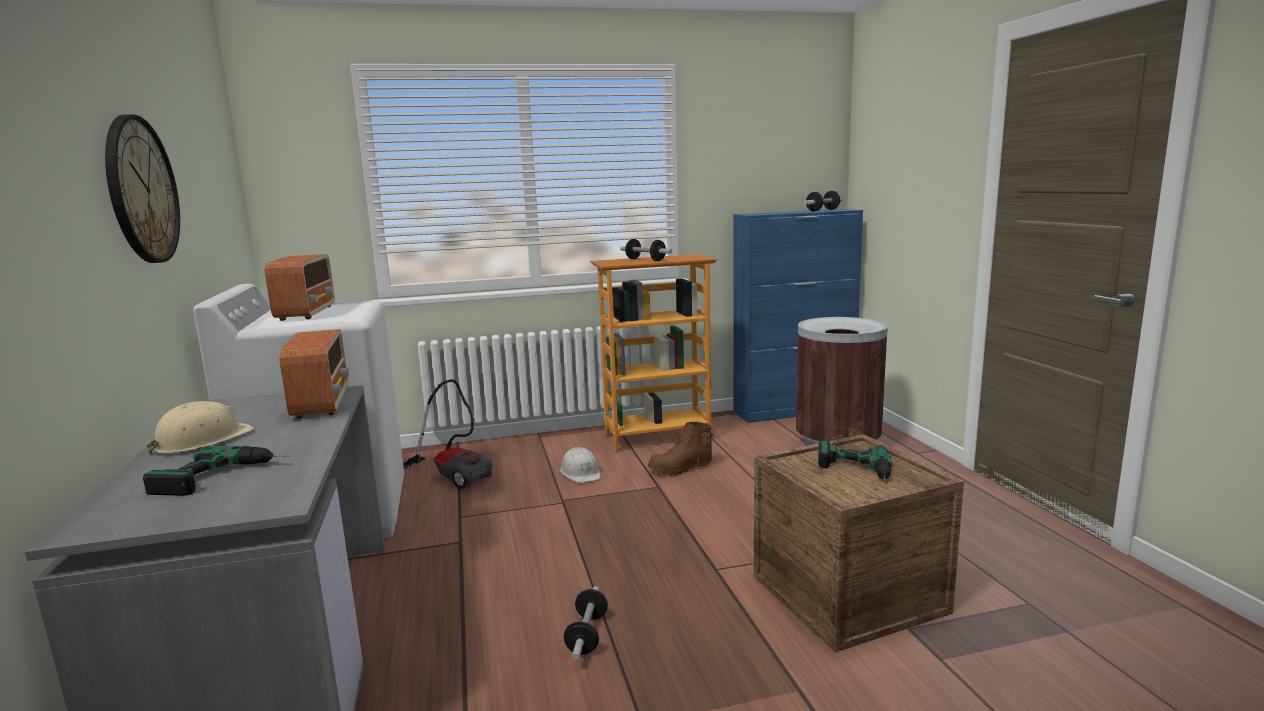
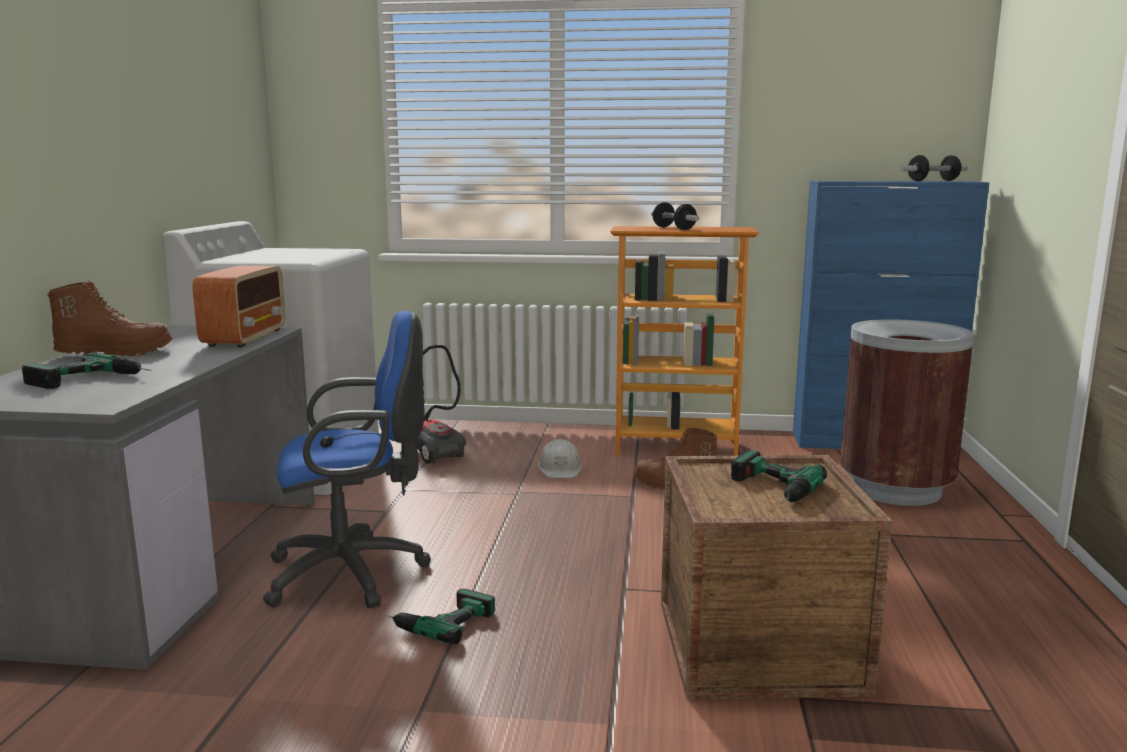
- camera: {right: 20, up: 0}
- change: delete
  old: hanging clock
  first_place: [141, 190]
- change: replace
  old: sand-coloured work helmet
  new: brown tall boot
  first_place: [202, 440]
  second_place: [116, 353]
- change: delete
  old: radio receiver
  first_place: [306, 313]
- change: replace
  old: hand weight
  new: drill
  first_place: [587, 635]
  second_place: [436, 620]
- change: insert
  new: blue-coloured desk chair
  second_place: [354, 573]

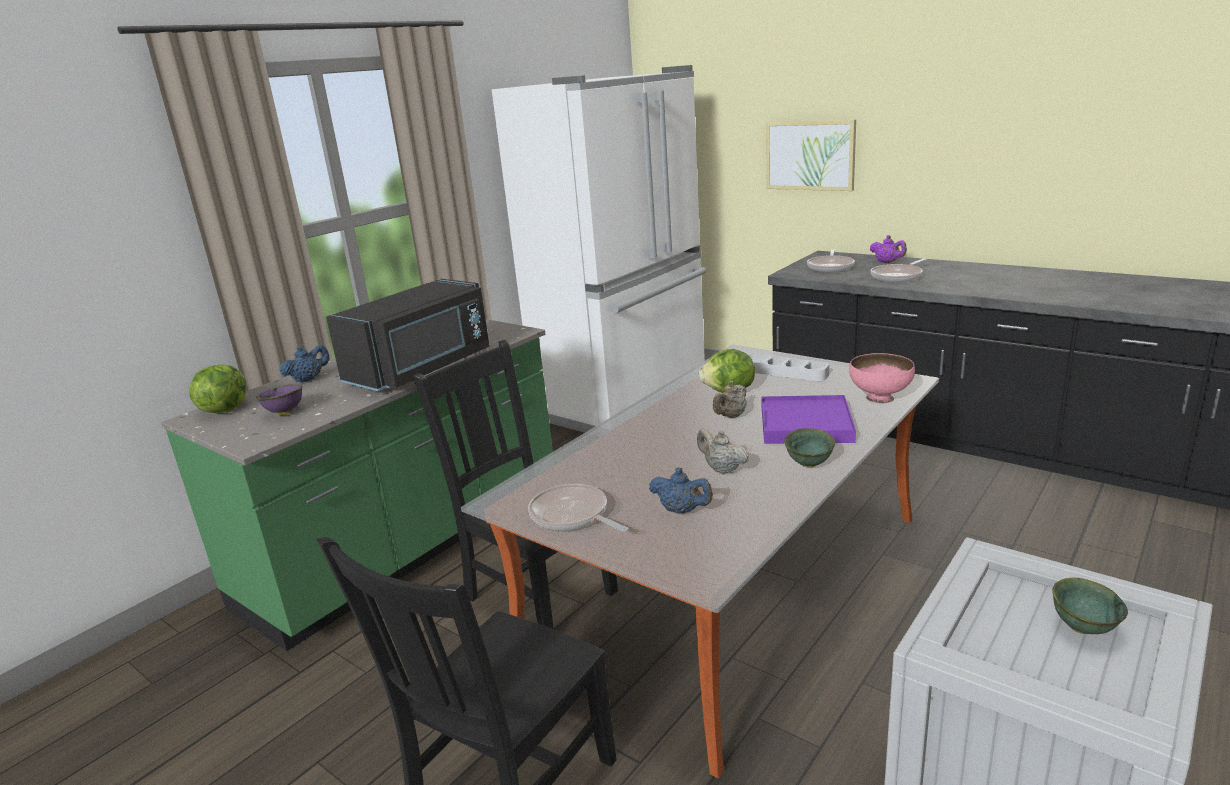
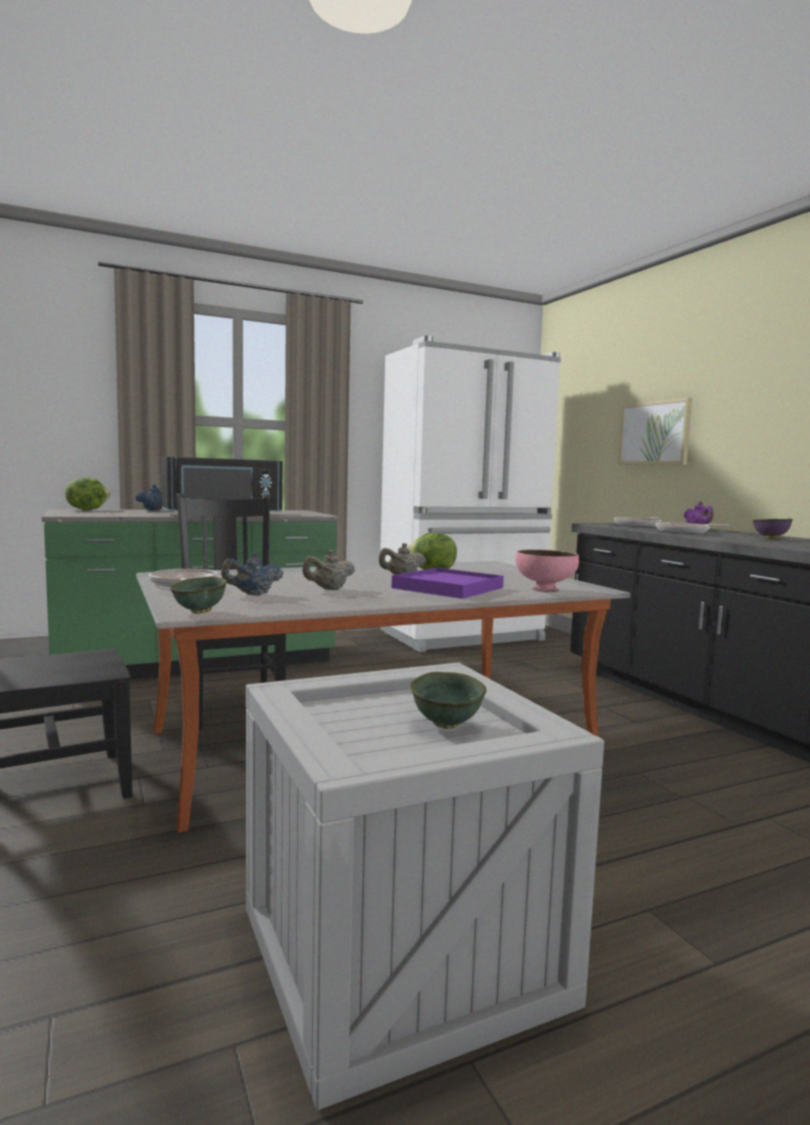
- camera: {right: 25, up: -15}
- change: move
  old: purple deep dish
  first_place: [284, 413]
  second_place: [770, 539]
- change: rotate
  old: blue-coloured pot for tea
  first_place: [682, 510]
  second_place: [252, 594]
  degrees: 105
- change: rotate
  old: sand-coloured pot for tea
  first_place: [722, 469]
  second_place: [329, 589]
  degrees: -105
- change: delete
  old: gray carrying tray
  first_place: [785, 372]
- change: move
  old: green deep dish
  first_place: [810, 464]
  second_place: [200, 612]

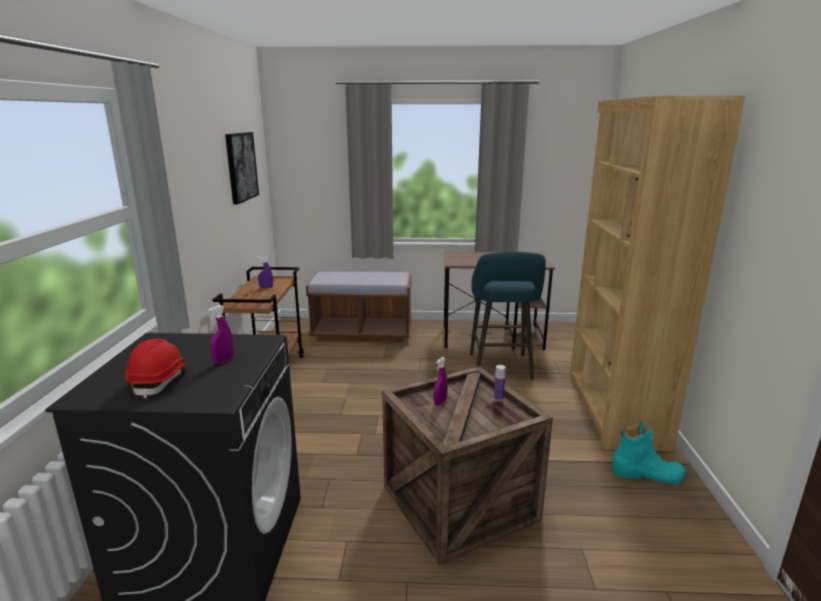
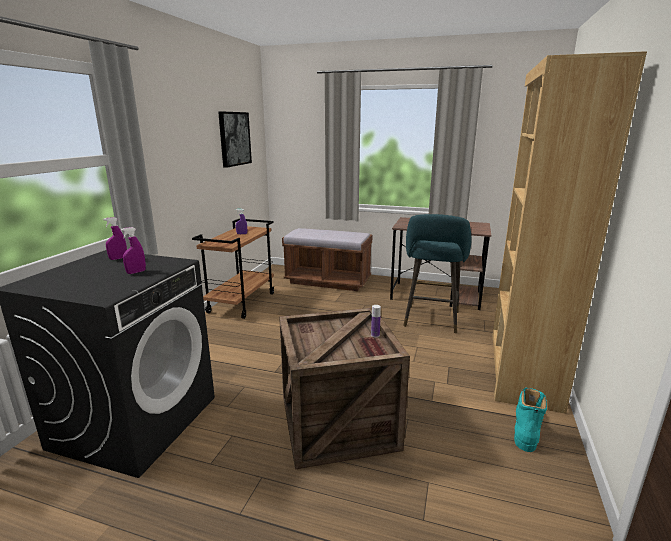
- camera: {right: 15, up: 0}
- change: delete
  old: red work helmet
  first_place: [160, 380]
- change: move
  old: purple spray bottle
  first_place: [440, 402]
  second_place: [118, 258]
- change: rotate
  old: turquoise tall boot
  first_place: [646, 474]
  second_place: [526, 429]
  degrees: -90

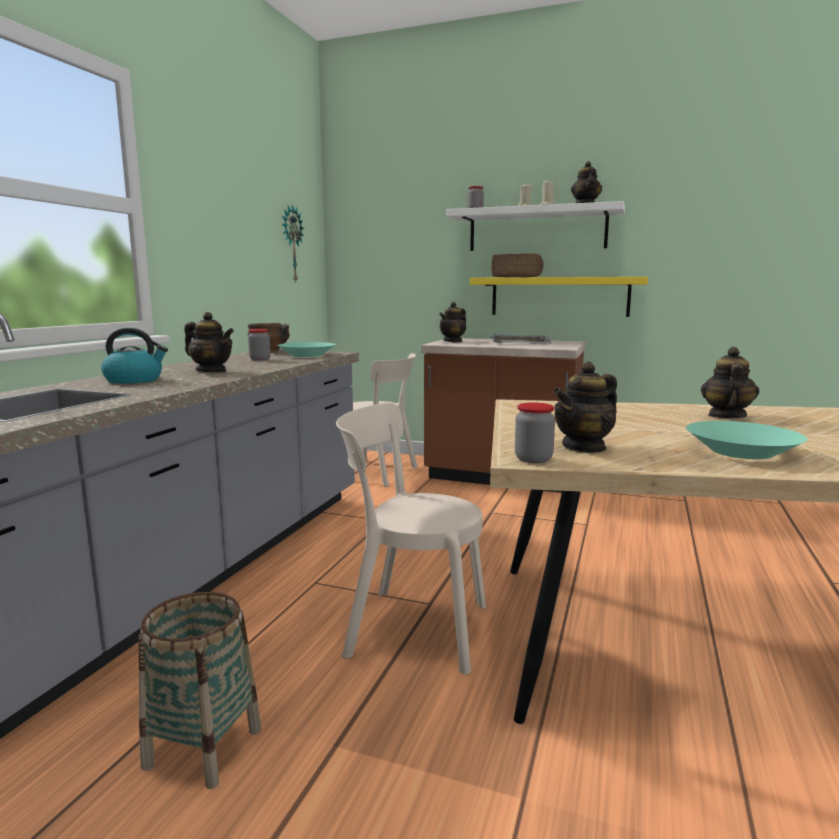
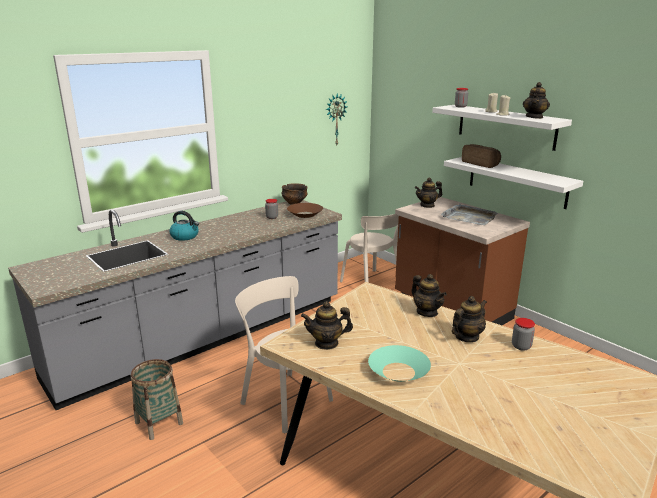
- camera: {right: 30, up: 10}
- change: move
  old: pot for tea
  first_place: [211, 371]
  second_place: [427, 312]
- change: recolor
  old: turquoise deep dish
  new: brown deep dish
  first_place: [306, 355]
  second_place: [305, 214]
- change: recolor
  old: yellow bracket shelf
  new: white-coloured bracket shelf
  first_place: [559, 296]
  second_place: [517, 181]
- change: move
  old: storage jar
  first_place: [533, 459]
  second_place: [521, 346]

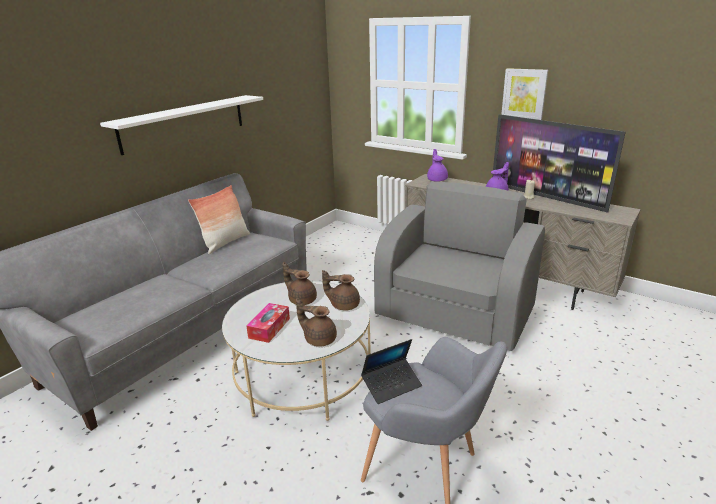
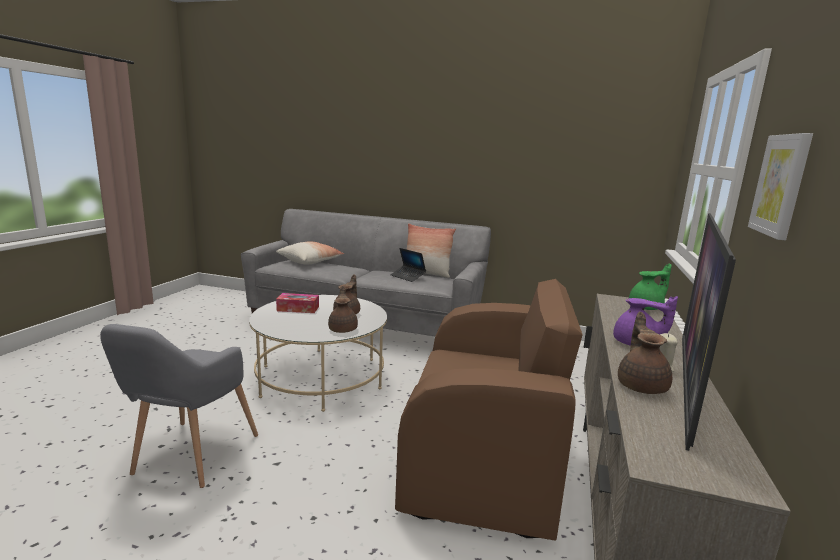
- camera: {right: 70, up: -10}
- change: delete
  old: white-coloured bracket shelf
  first_place: [184, 123]
- change: move
  old: brown pot for tea
  first_place: [319, 339]
  second_place: [641, 385]
- change: move
  old: laptop
  first_place: [391, 385]
  second_place: [408, 277]
- change: recolor
  old: gray lounge chair
  new: brown lounge chair
  first_place: [455, 312]
  second_place: [483, 460]
- change: recolor
  old: purple pot for tea
  new: green pot for tea
  first_place: [437, 179]
  second_place: [647, 307]
- change: insert
  new: throw pillow
  second_place: [310, 261]

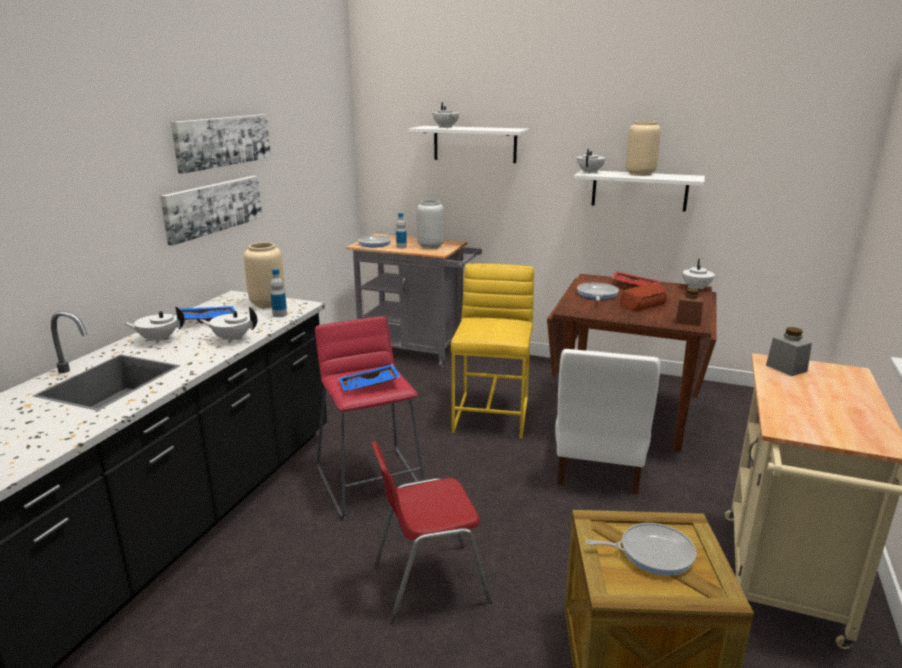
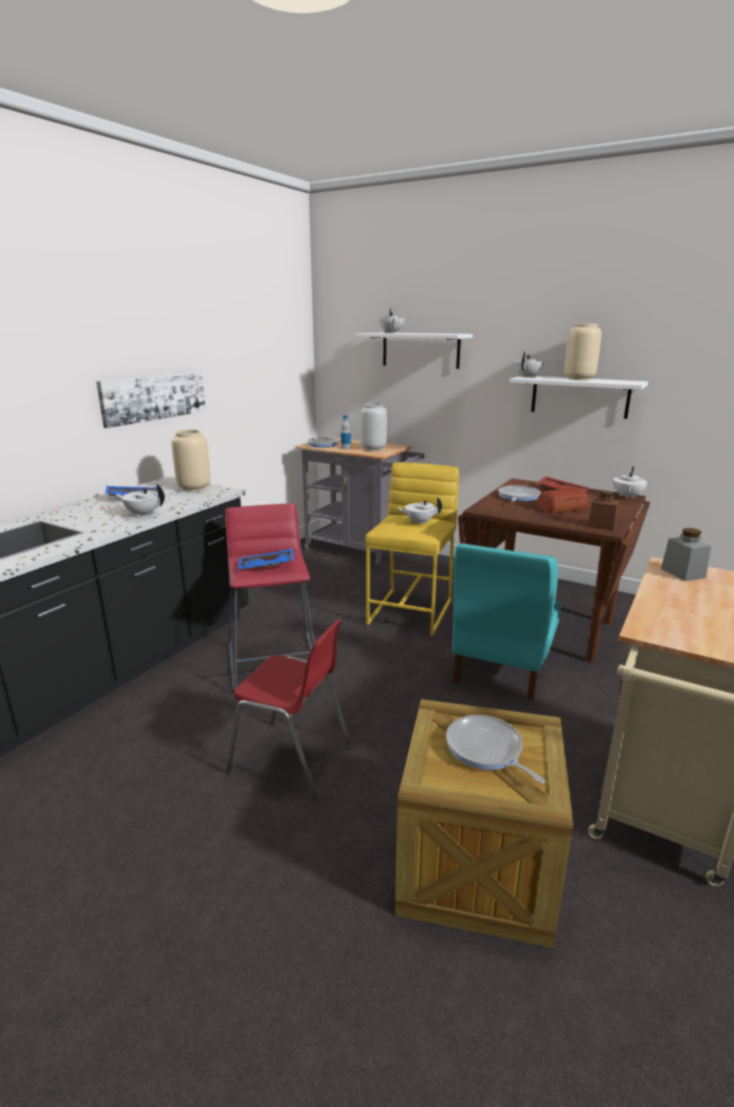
- camera: {right: 10, up: 0}
- change: move
  old: white-coloured pot for tea
  first_place: [158, 340]
  second_place: [419, 522]
- change: delete
  old: picture
  first_place: [223, 141]
- change: delete
  old: bottle
  first_place: [280, 314]
- change: rotate
  old: red plain chair
  first_place: [428, 583]
  second_place: [292, 760]
  degrees: -150
- change: recolor
  old: white-coloured plain chair
  new: turquoise plain chair
  first_place: [598, 465]
  second_place: [501, 668]
- change: rotate
  old: frying pan
  first_place: [652, 553]
  second_place: [486, 750]
  degrees: -135

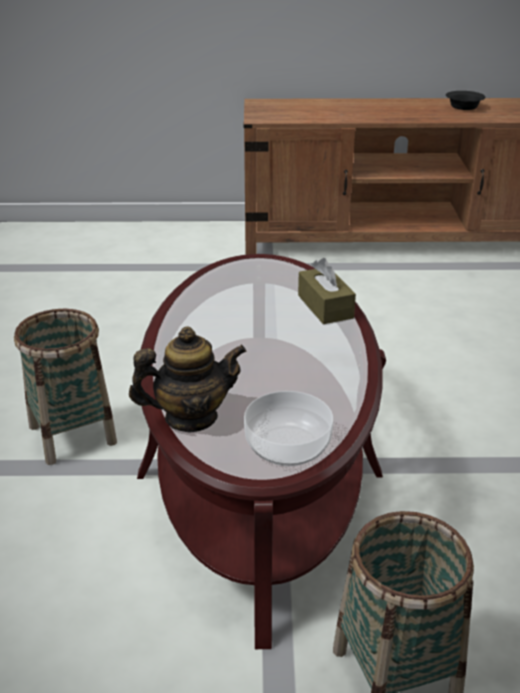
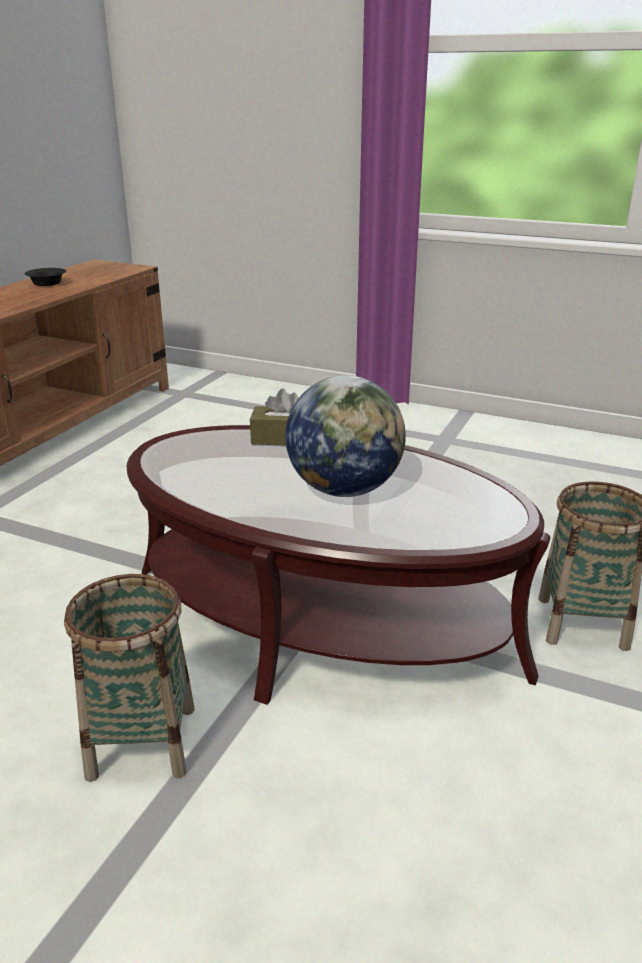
- camera: {right: -65, up: -5}
- change: delete
  old: pot for tea
  first_place: [190, 417]
- change: delete
  old: deep dish
  first_place: [287, 445]
- change: insert
  new: world globe
  second_place: [345, 489]

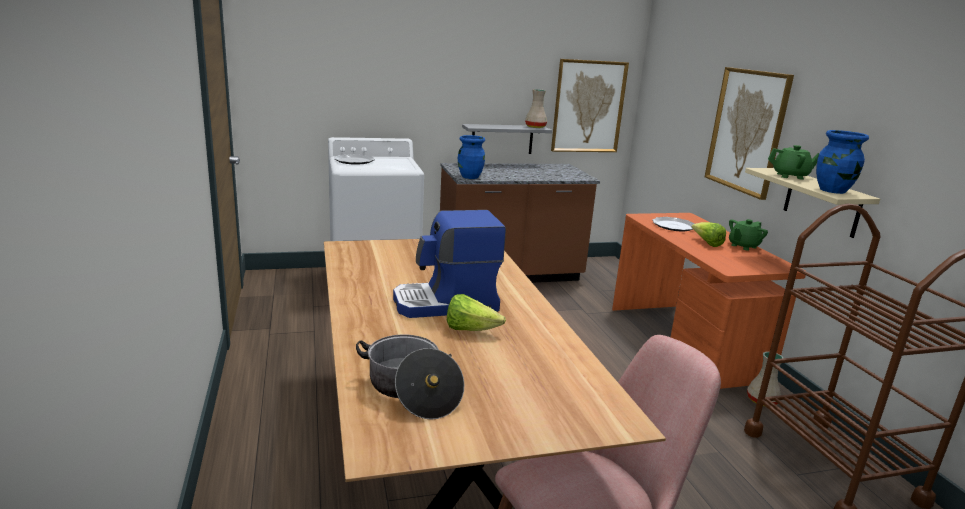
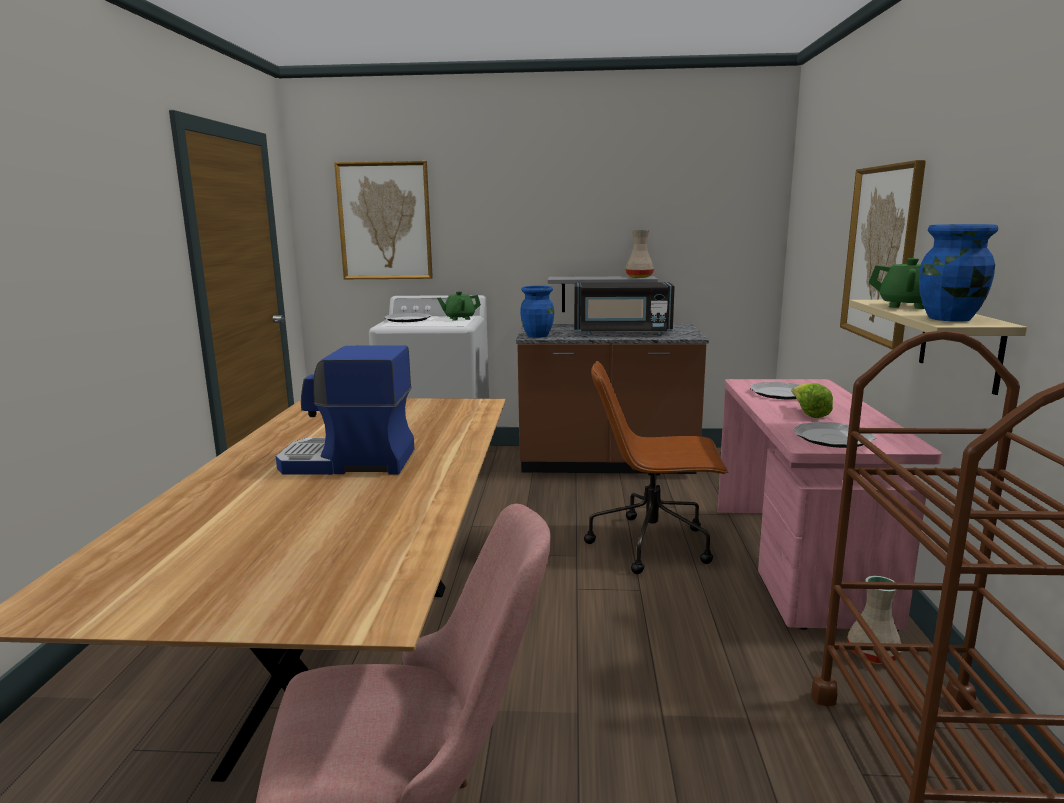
- camera: {right: 20, up: -5}
- change: delete
  old: stockpot
  first_place: [411, 391]
- change: delete
  old: head of lettuce
  first_place: [470, 330]
- change: move
  old: picture
  first_place: [588, 106]
  second_place: [385, 221]
- change: recolor
  old: orange desk unit
  new: pinkish desk unit
  first_place: [686, 343]
  second_place: [800, 562]
- change: move
  old: green pot for tea
  first_place: [743, 246]
  second_place: [459, 318]
- change: insert
  new: black microwave
  second_place: [622, 332]
- change: insert
  new: brown desk chair
  second_place: [653, 544]
- change: insert
  new: dinner plate
  second_place: [833, 438]

